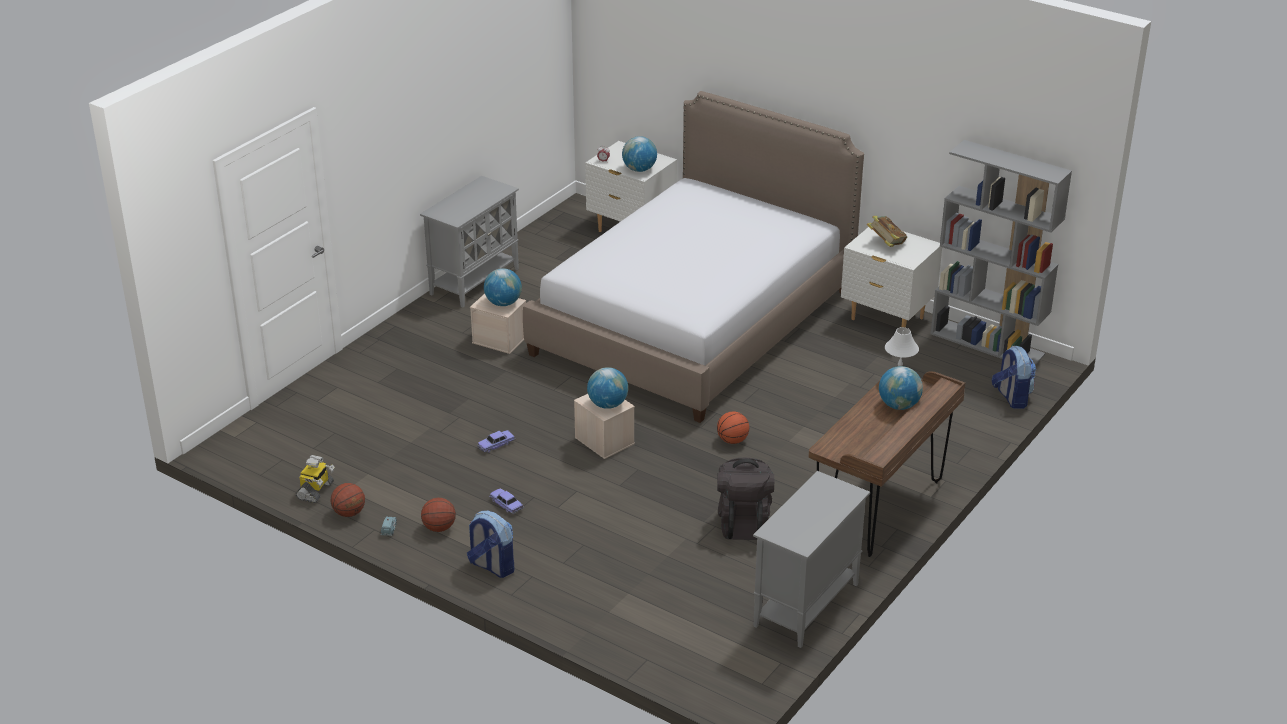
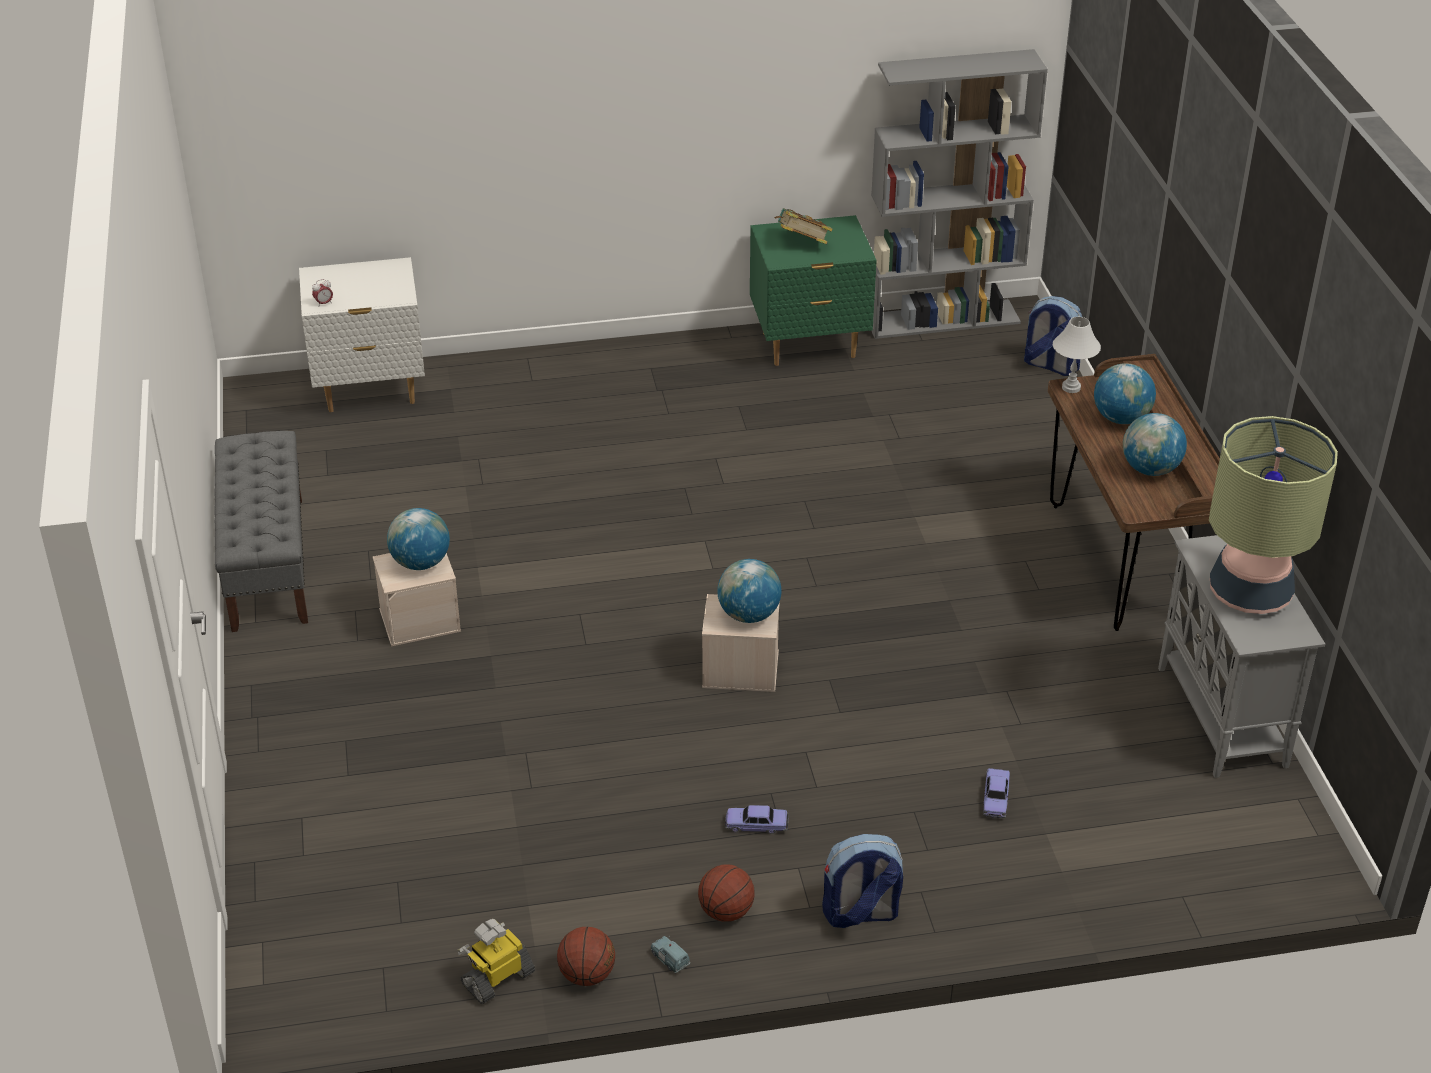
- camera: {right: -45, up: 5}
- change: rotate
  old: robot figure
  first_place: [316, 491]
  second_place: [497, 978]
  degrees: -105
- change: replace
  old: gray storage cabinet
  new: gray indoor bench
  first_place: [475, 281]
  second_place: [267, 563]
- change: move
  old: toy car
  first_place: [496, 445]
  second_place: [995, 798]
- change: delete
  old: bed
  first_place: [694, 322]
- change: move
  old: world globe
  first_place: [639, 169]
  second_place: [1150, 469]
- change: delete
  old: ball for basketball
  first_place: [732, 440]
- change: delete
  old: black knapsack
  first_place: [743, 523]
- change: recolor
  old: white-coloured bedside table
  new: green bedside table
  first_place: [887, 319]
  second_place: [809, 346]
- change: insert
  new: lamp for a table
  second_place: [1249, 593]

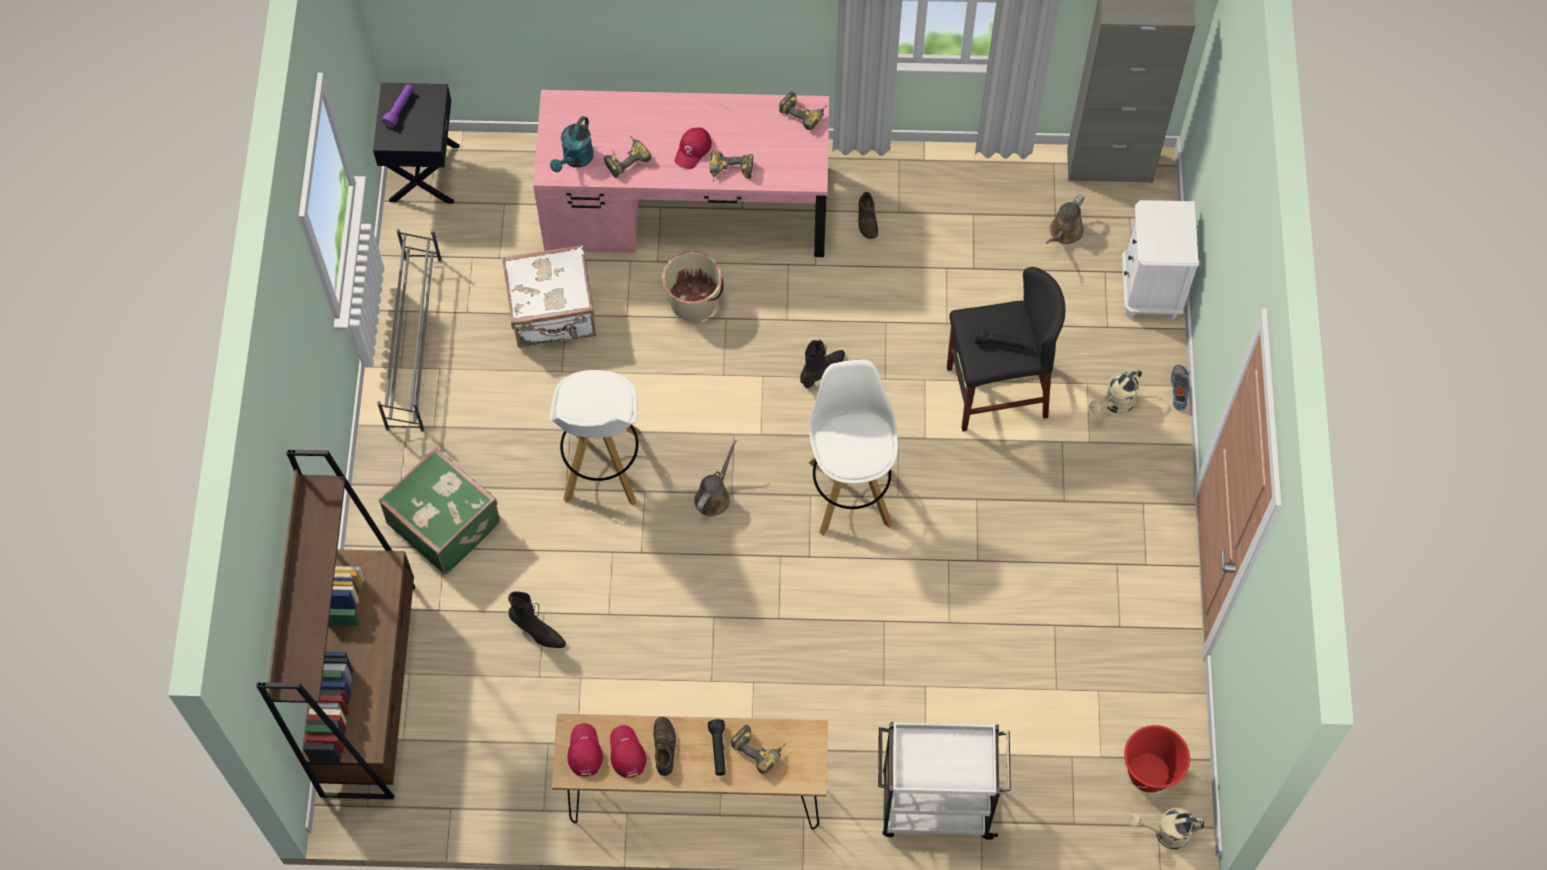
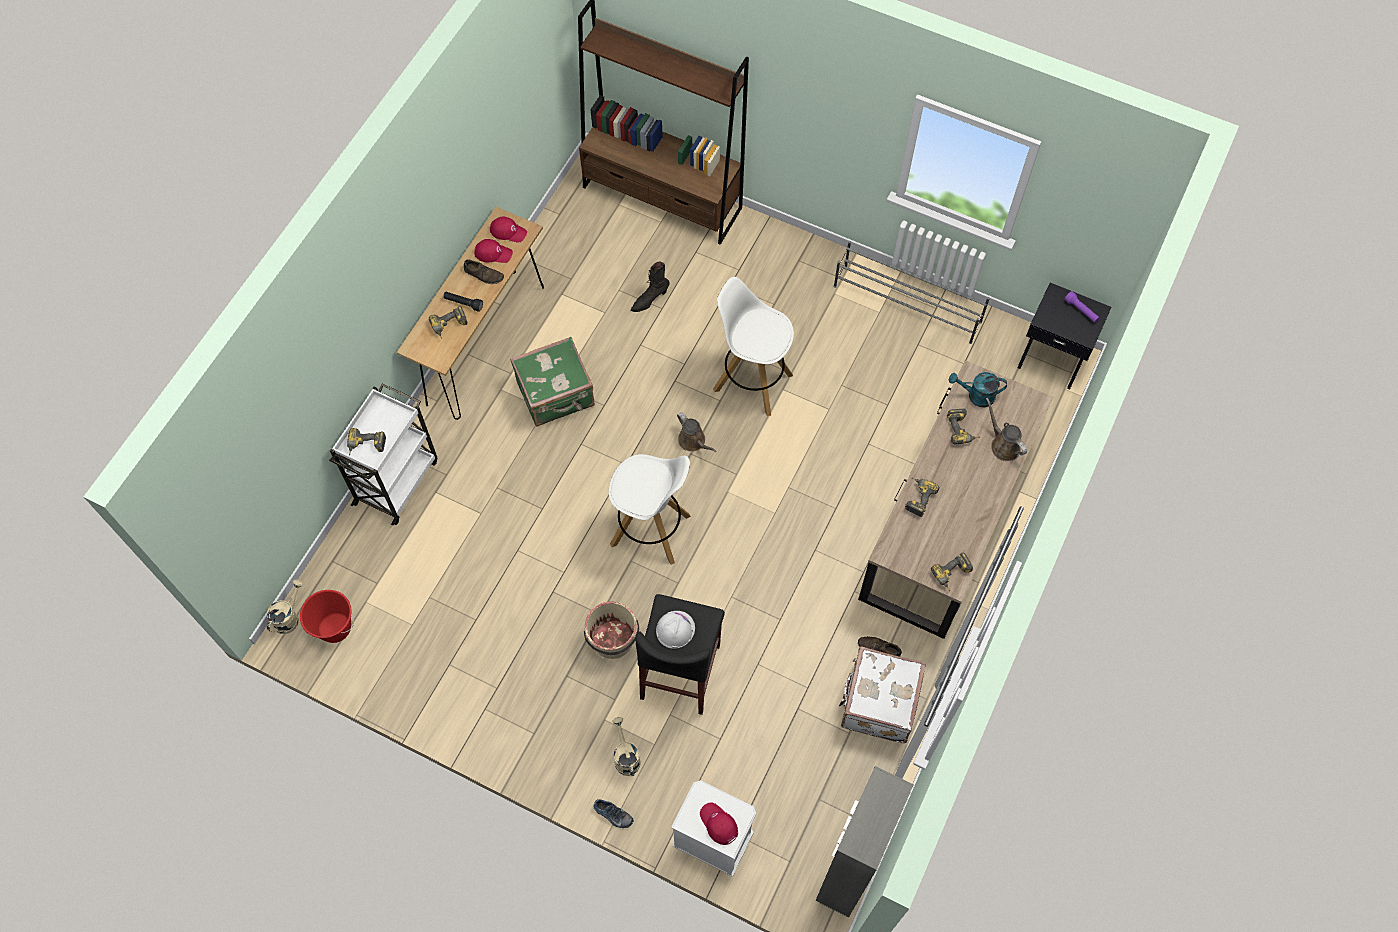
- camera: {right: 115, up: 0}
- change: move
  old: green suitcase
  first_place: [445, 522]
  second_place: [556, 395]
- change: move
  old: white-coloured suitcase
  first_place: [553, 313]
  second_place: [877, 703]
- change: recolor
  old: pinkish desk unit
  new: brown desk unit
  first_place: [686, 208]
  second_place: [946, 521]
- change: rotate
  old: turquoise sprinkling can
  first_place: [575, 159]
  second_place: [976, 396]
  degrees: -45
- change: move
  old: sand-coloured pail
  first_place: [694, 301]
  second_place: [613, 640]
- change: move
  old: red baseball cap
  first_place: [693, 150]
  second_place: [718, 824]
- change: delete
  old: black tall boot
  first_place: [823, 372]
- change: replace
  old: black torch
  new: white-coloured work helmet
  first_place: [1000, 343]
  second_place: [675, 629]
- change: move
  old: brown sprinkling can
  first_place: [1064, 233]
  second_place: [1003, 445]
- change: insert
  new: drill
  second_place: [366, 446]

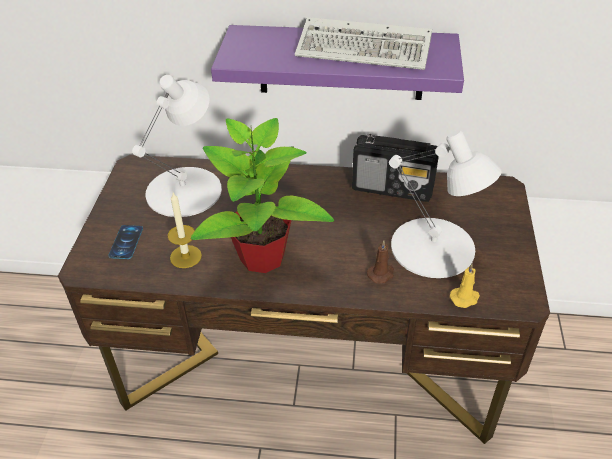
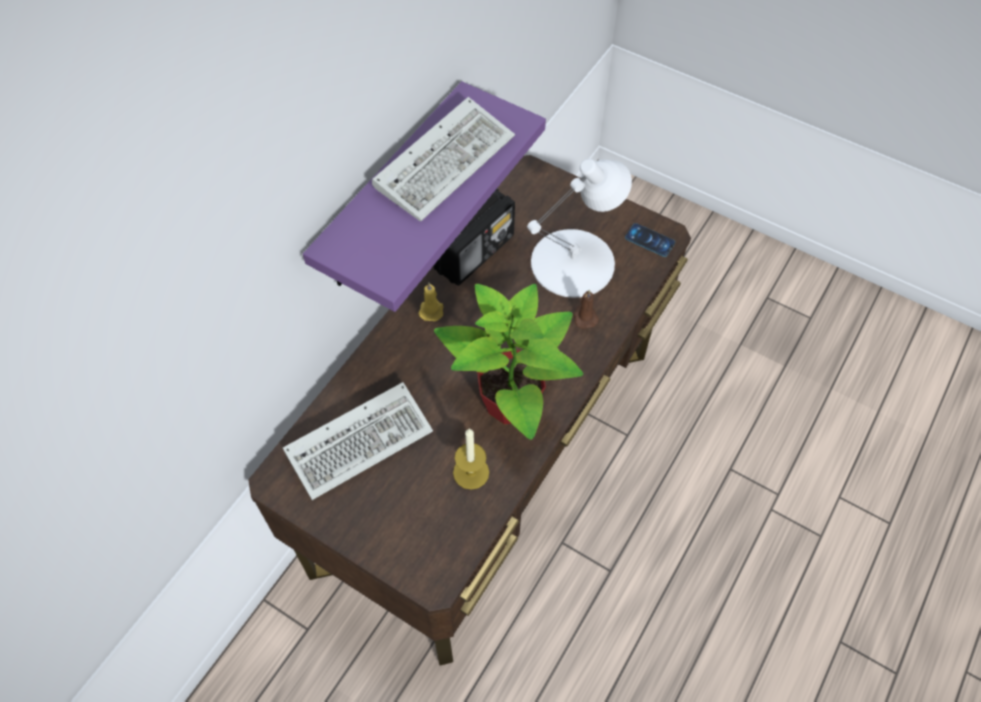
- camera: {right: -65, up: 15}
- change: move
  old: phone
  first_place: [126, 242]
  second_place: [649, 240]
- change: replace
  old: white-coloured lamp for a table
  new: PC keyboard
  first_place: [185, 191]
  second_place: [361, 439]
- change: move
  old: yellow wax candle
  first_place: [465, 298]
  second_place: [431, 309]

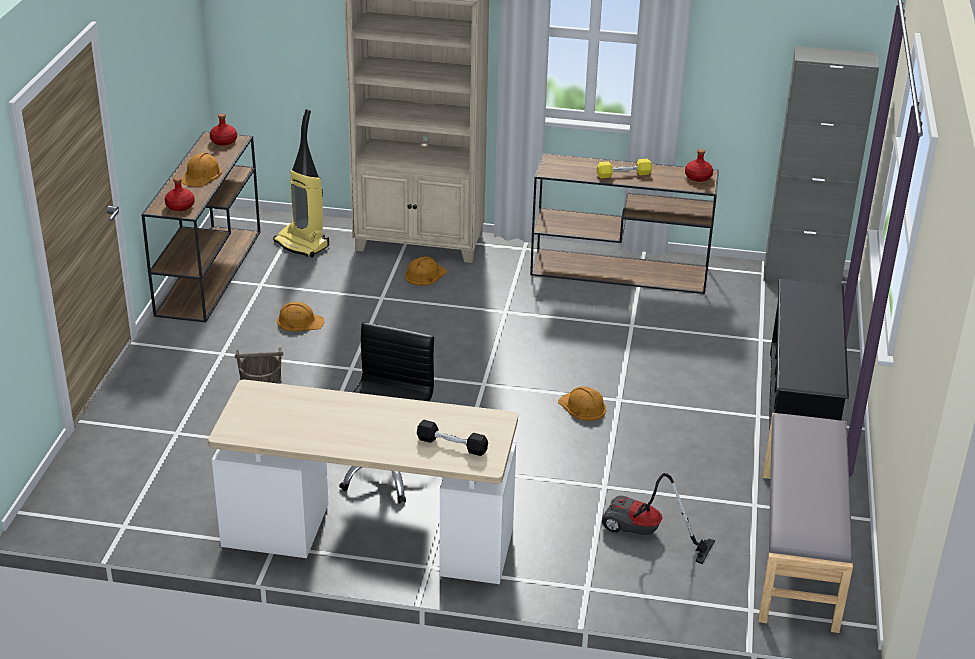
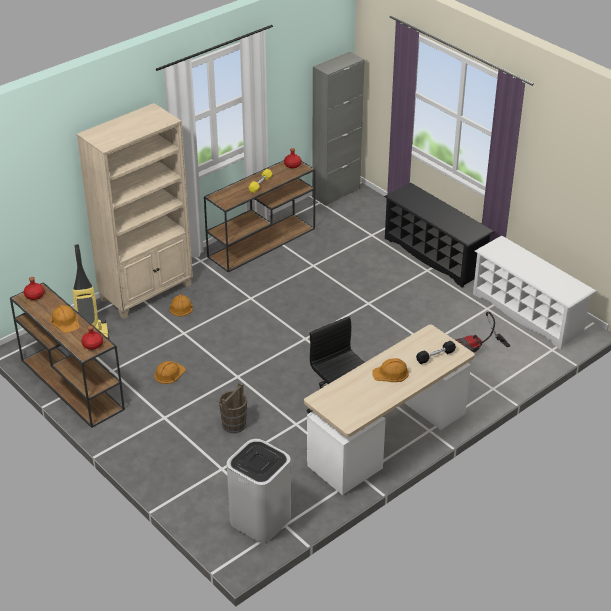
- camera: {right: -50, up: 5}
- change: move
  old: orange work helmet
  first_place: [582, 407]
  second_place: [391, 373]
- change: replace
  old: gray indoor bench
  new: white-coloured shoe rack
  first_place: [800, 549]
  second_place: [528, 313]
- change: insert
  new: white-coloured trash can
  second_place: [260, 519]

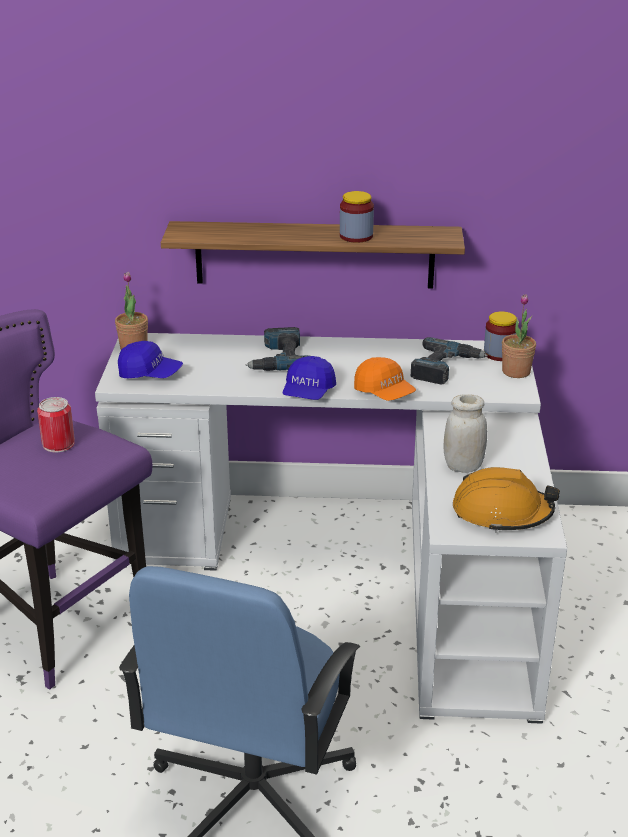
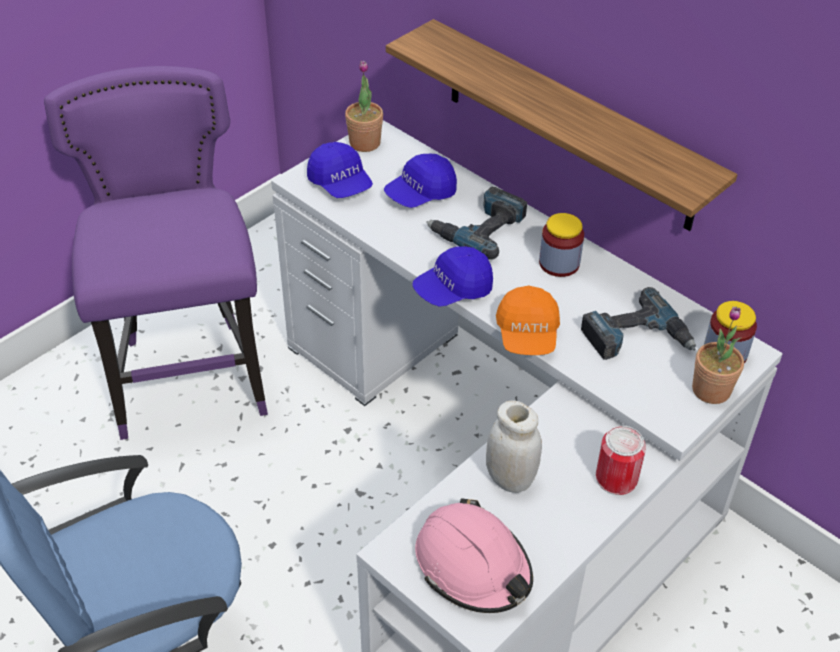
- camera: {right: 40, up: 15}
- change: move
  old: metal can
  first_place: [58, 444]
  second_place: [616, 478]
- change: move
  old: storage jar
  first_place: [356, 236]
  second_place: [559, 263]
- change: recolor
  old: orange work helmet
  new: pinkish work helmet
  first_place: [502, 513]
  second_place: [473, 566]
- change: insert
  new: blue-coloured baseball cap
  second_place: [420, 194]

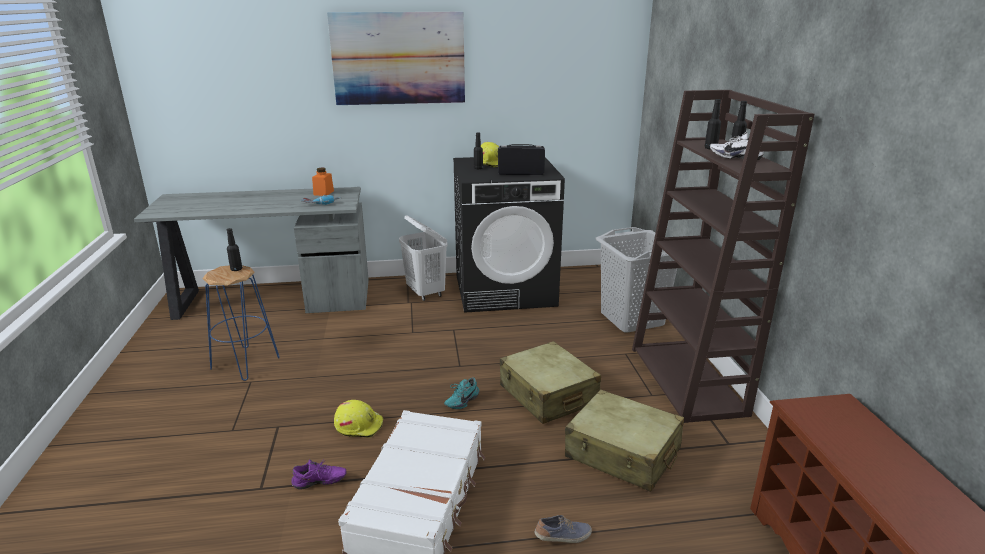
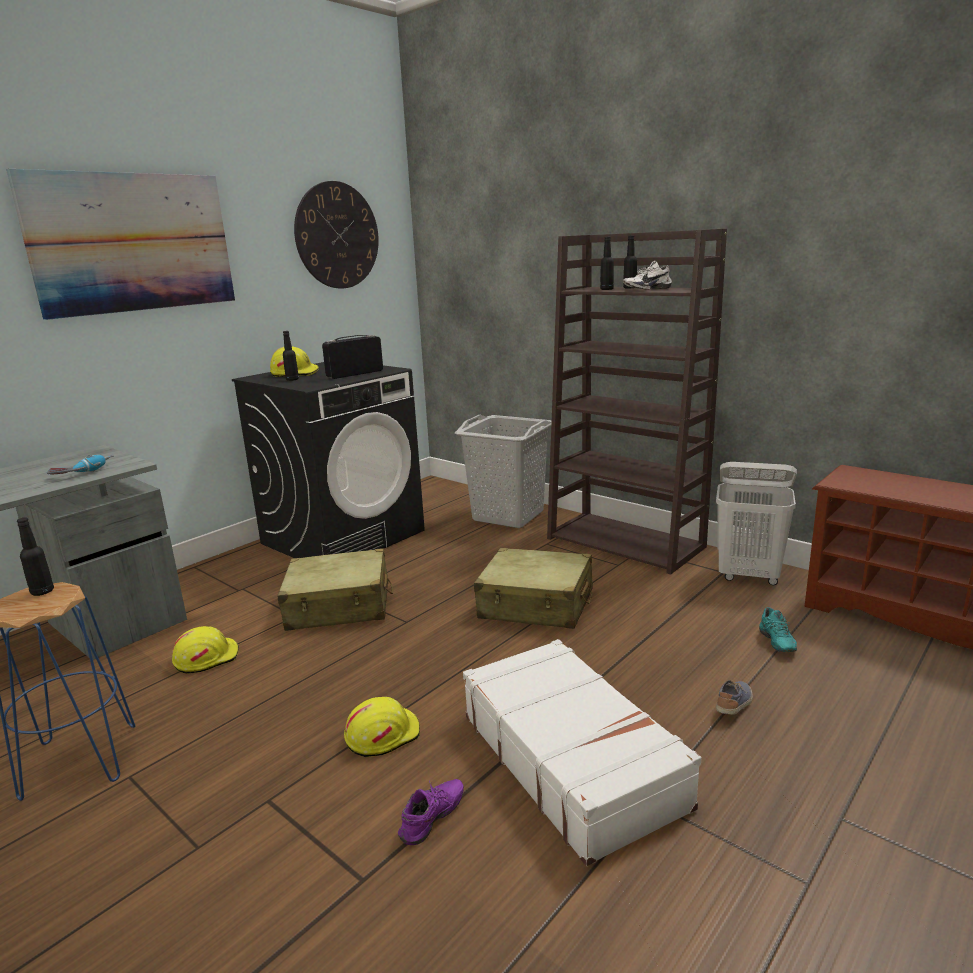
- camera: {right: -40, up: -5}
- change: delete
  old: orange storage jar
  first_place: [323, 193]
- change: move
  old: white-coloured washing basket
  first_place: [426, 293]
  second_place: [749, 576]
- change: move
  old: turquoise shoe
  first_place: [461, 401]
  second_place: [774, 643]
- change: move
  old: sand-coloured suitcase
  first_place: [622, 453]
  second_place: [339, 606]
- change: insert
  new: yellow work helmet
  second_place: [206, 658]
- change: insert
  new: hanging clock
  second_place: [337, 235]

